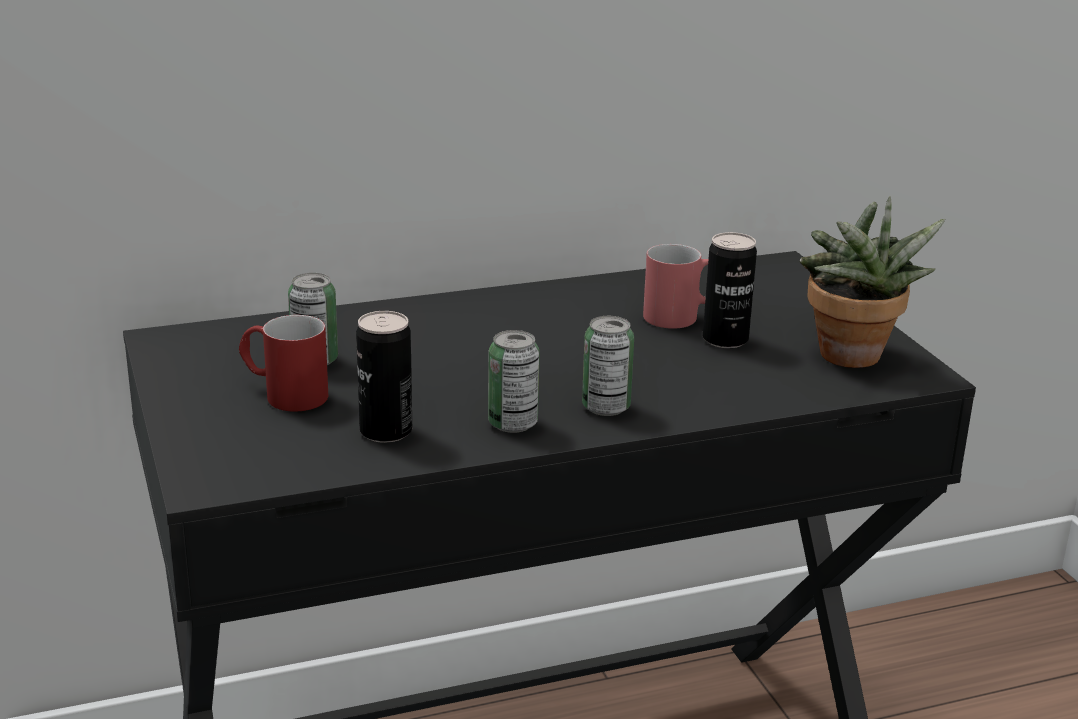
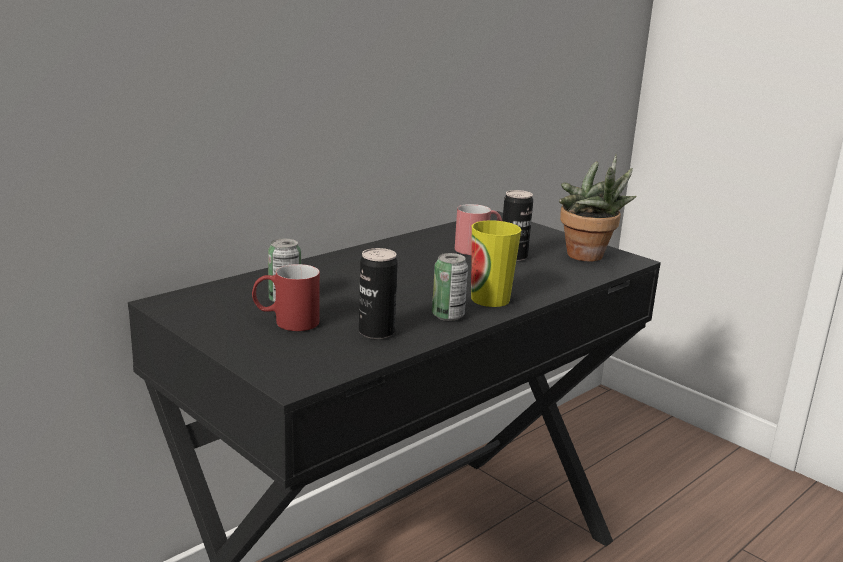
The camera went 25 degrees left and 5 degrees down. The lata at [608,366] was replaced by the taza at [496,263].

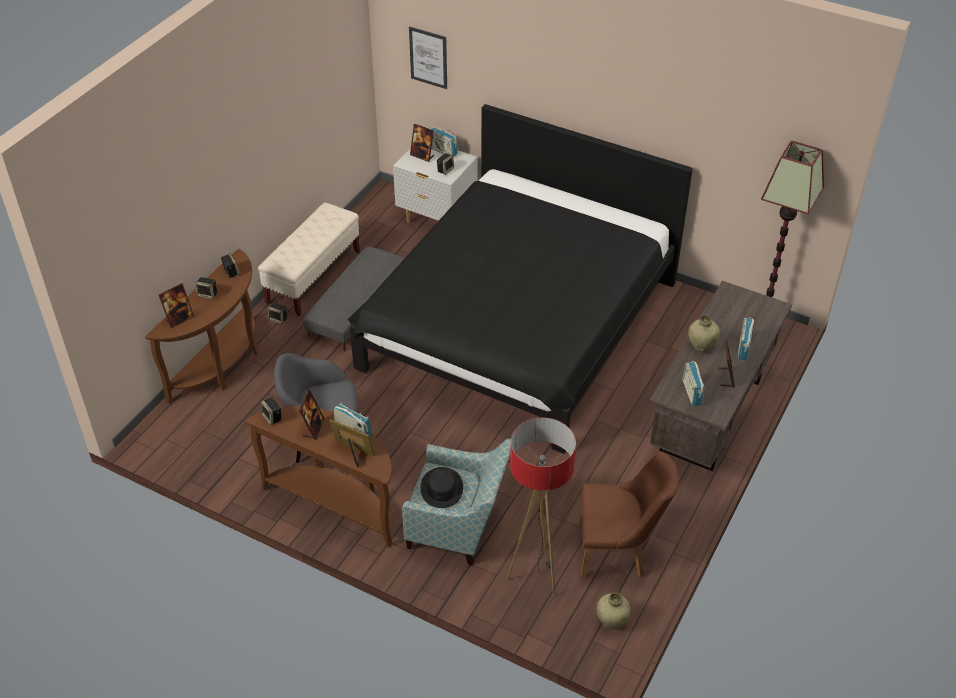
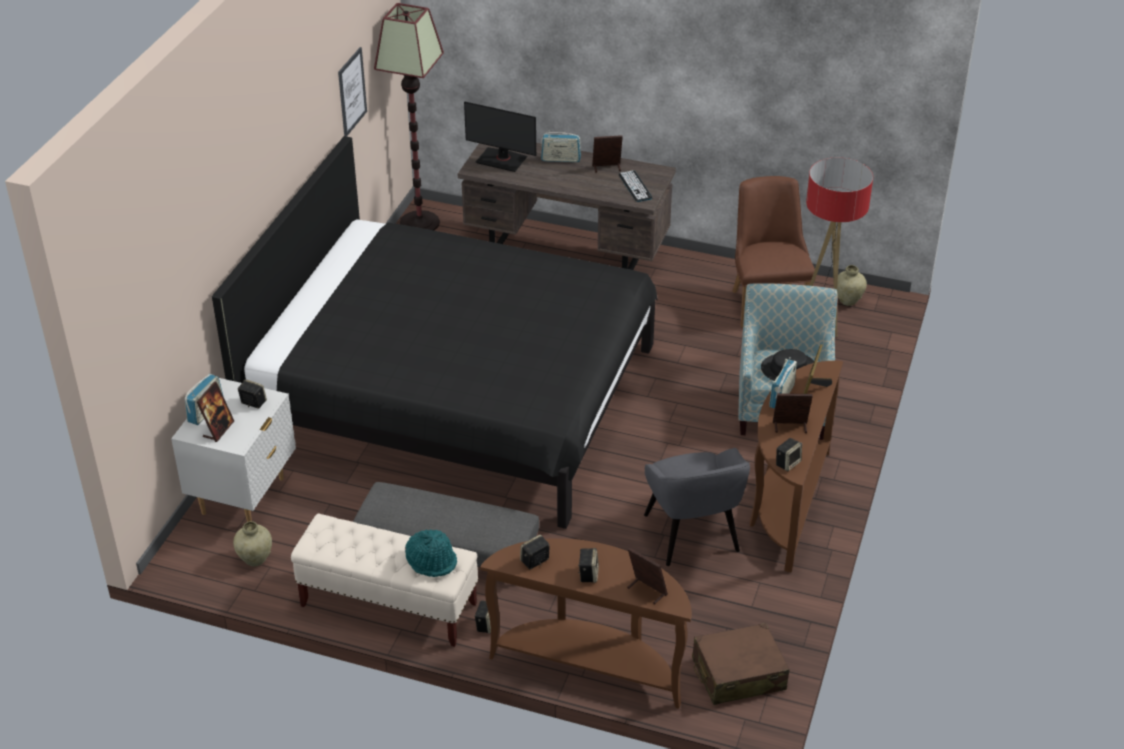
The camera went 100 degrees left and 5 degrees down. The florero [beis] moved from [704,333] to [252,544]. The cuadro moved from [428,57] to [352,92]. The sombrero [turquesa] at [431,553] appeared. The monitor at [500,136] appeared. The radio at [693,383] was replaced by the teclado at [635,186]. The maleta [marrón] at [741,664] appeared.

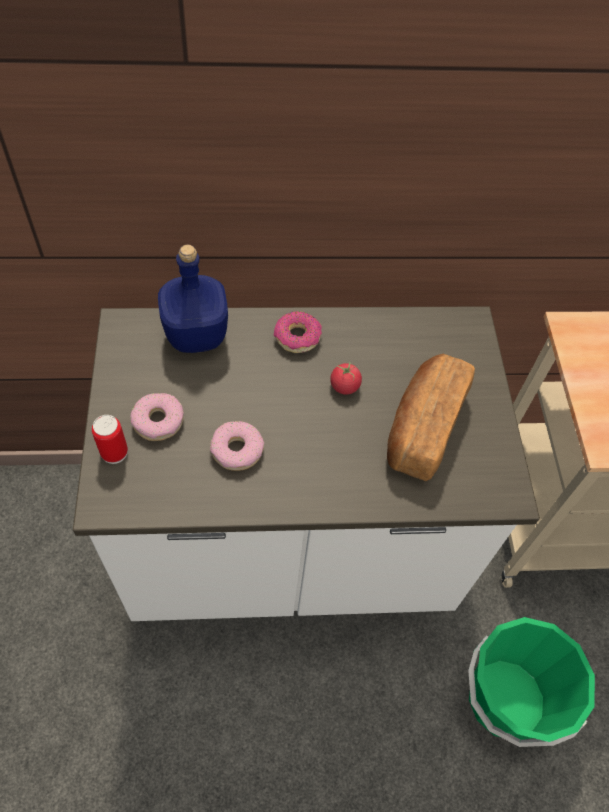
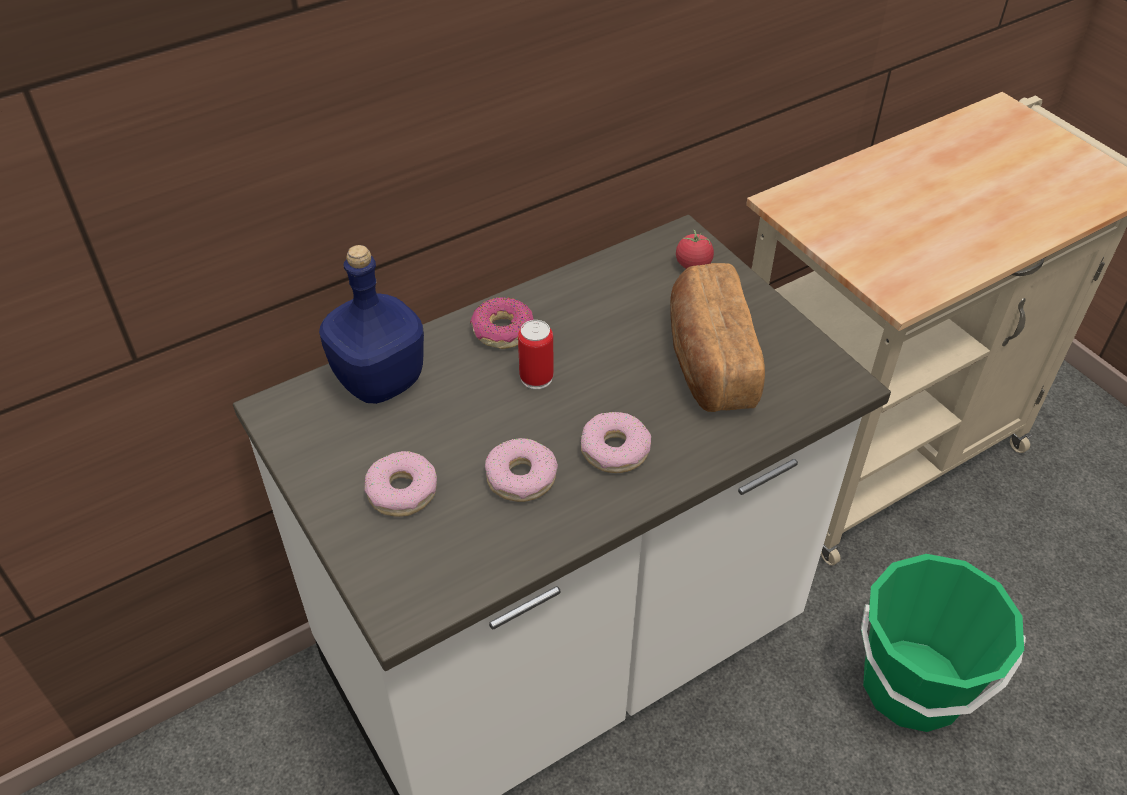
The camera went 25 degrees left and 10 degrees down. The lata moved from [110,439] to [536,354]. The rosquilla at [616,442] appeared. The tomate moved from [346,379] to [695,249].

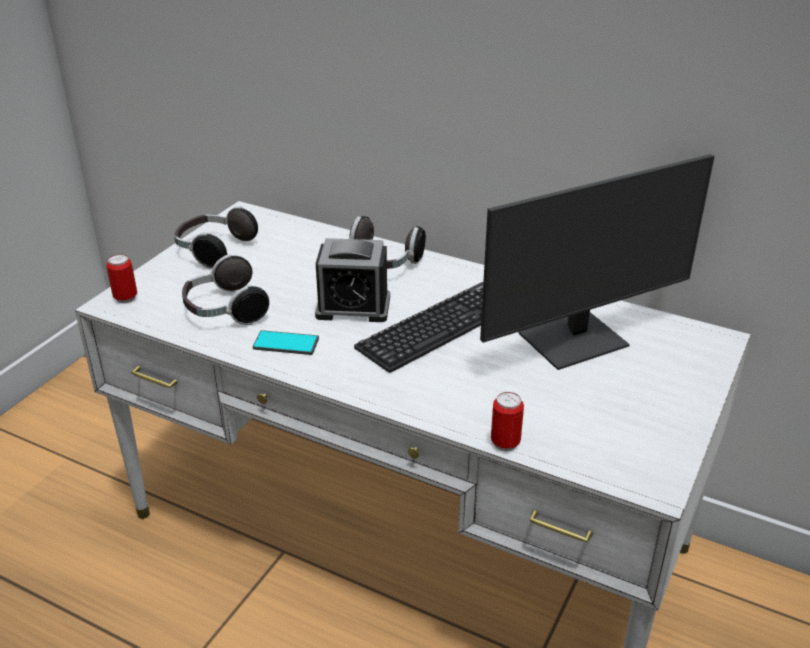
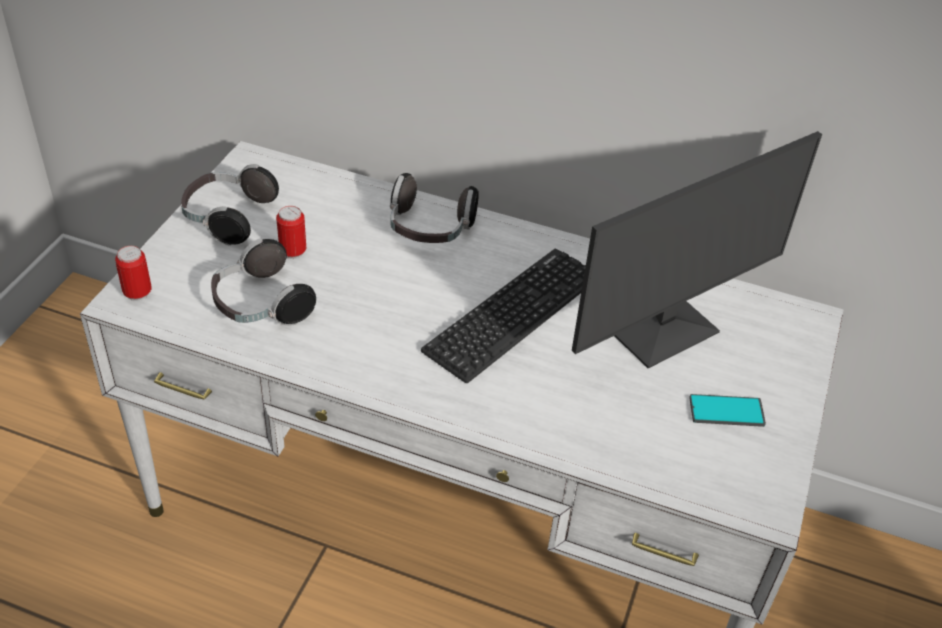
The camera went 10 degrees left and 10 degrees up. The lata moved from [507,421] to [291,232]. The móvil moved from [286,342] to [727,410]. The despertador at [352,280] disappeared.

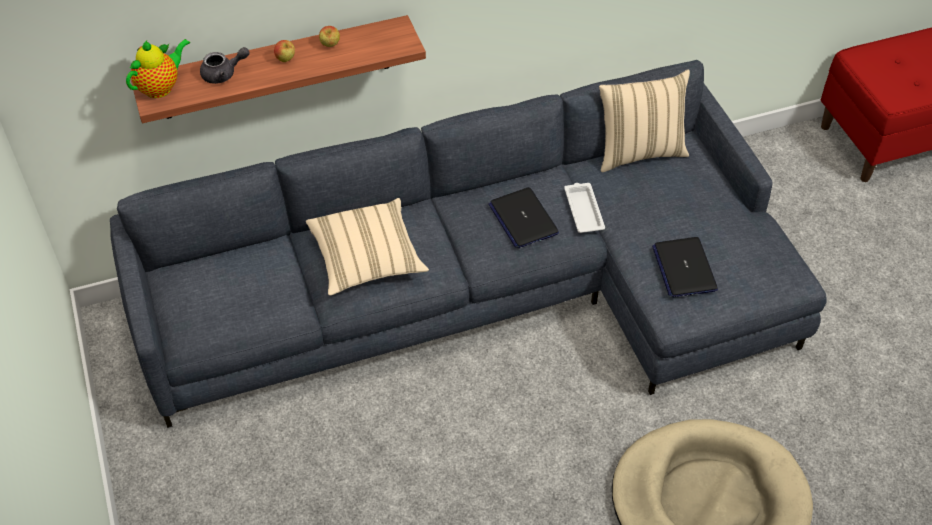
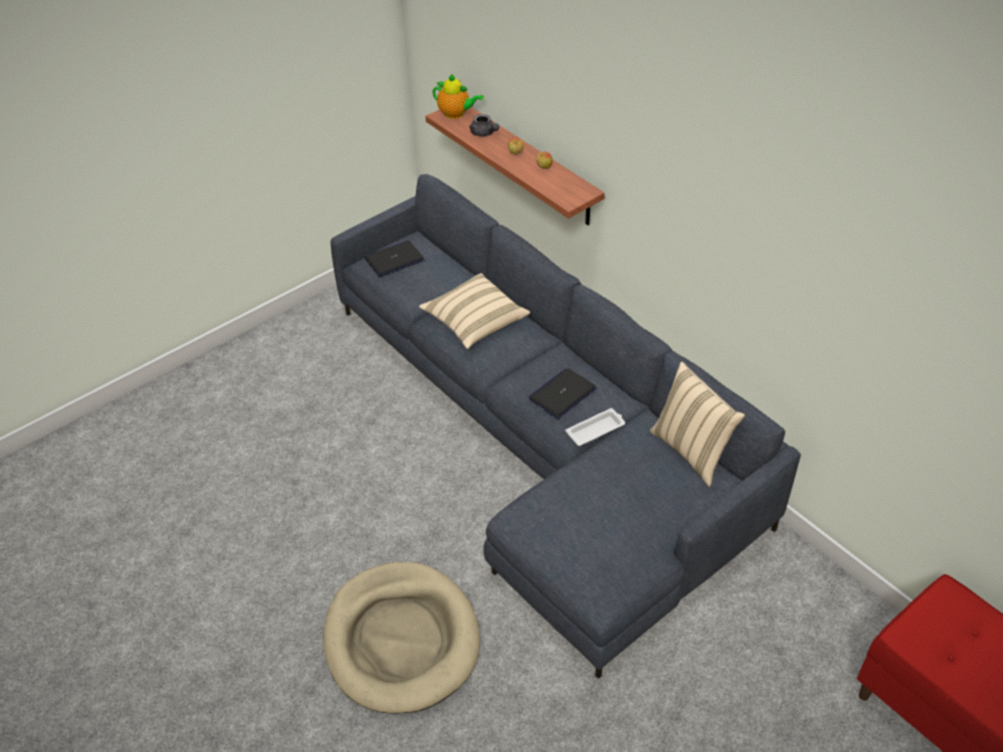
The camera went 70 degrees right and 5 degrees down. The portátil moved from [685,267] to [394,258].

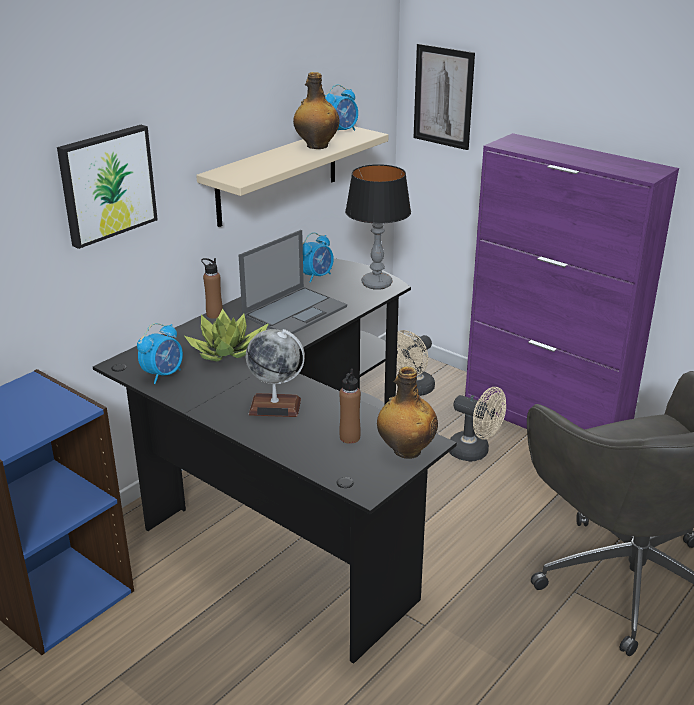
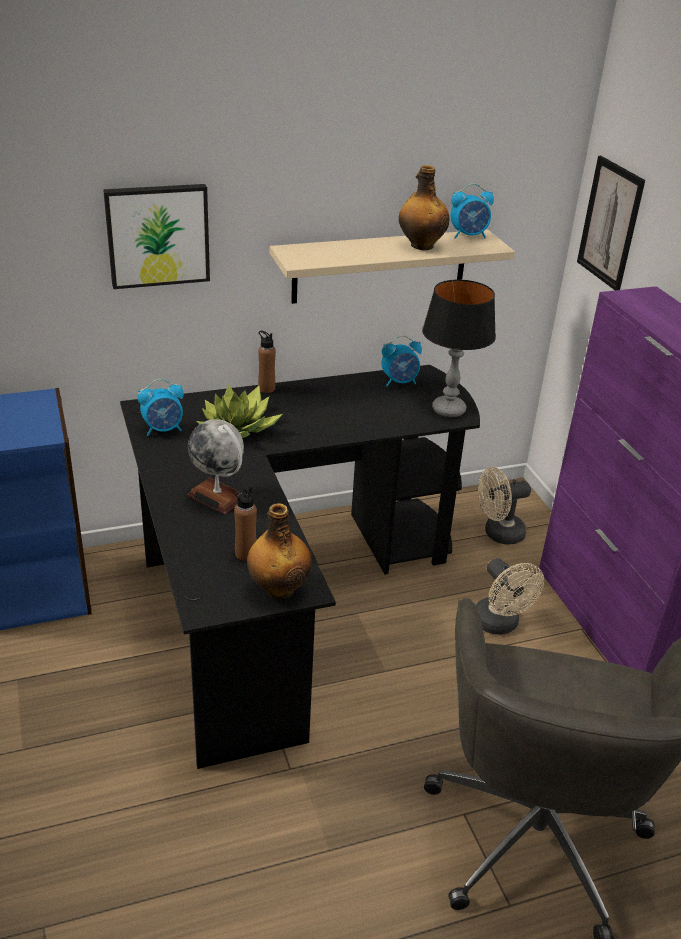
The camera went 30 degrees right and 5 degrees up. The portátil at [293,282] disappeared.

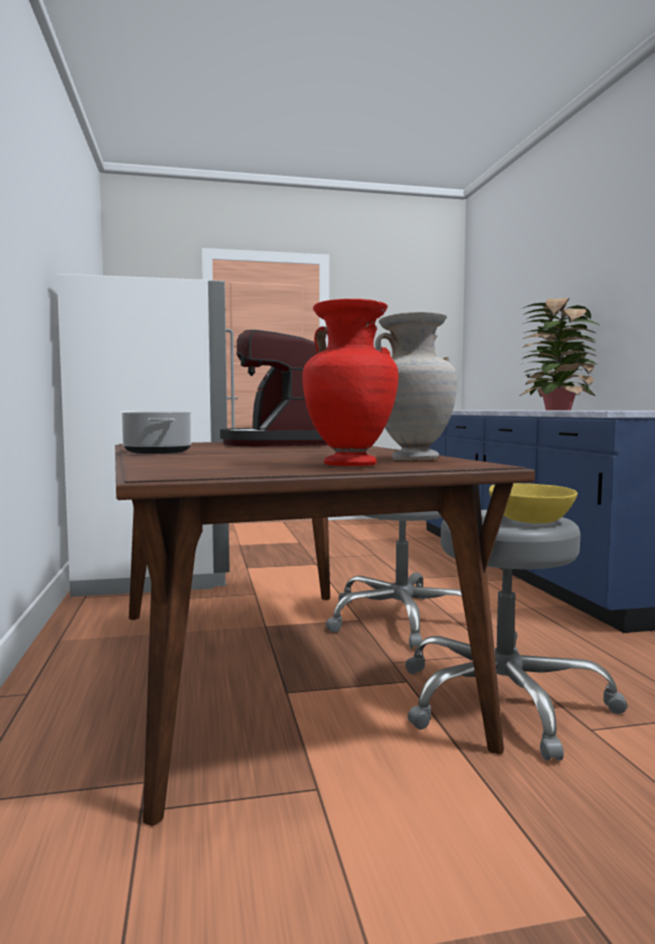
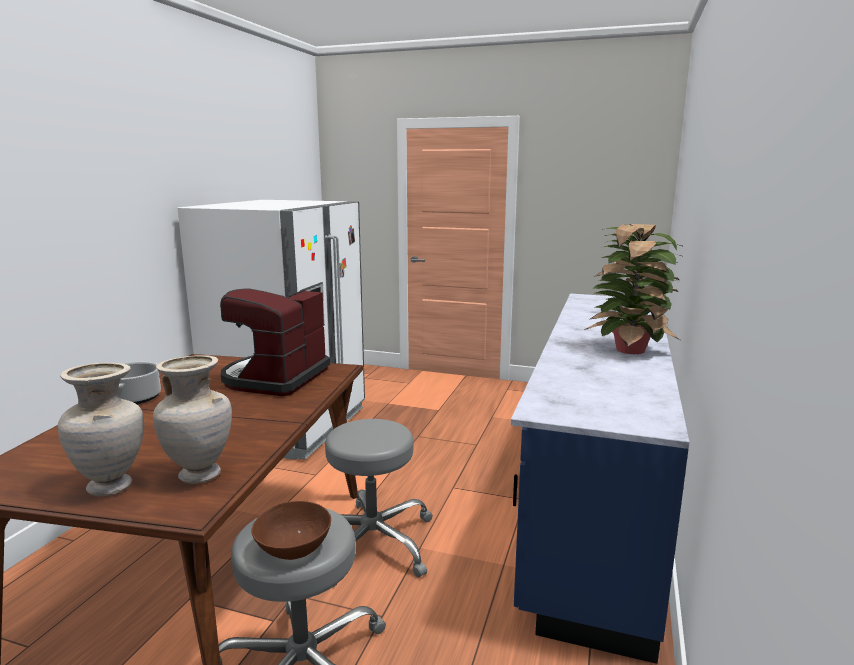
The camera went 30 degrees right and 10 degrees up. The florero [rojo] at [350,382] became the florero [beis] at [101,429]. The cuenco [amarillo] at [533,503] became the cuenco [marrón] at [291,530].

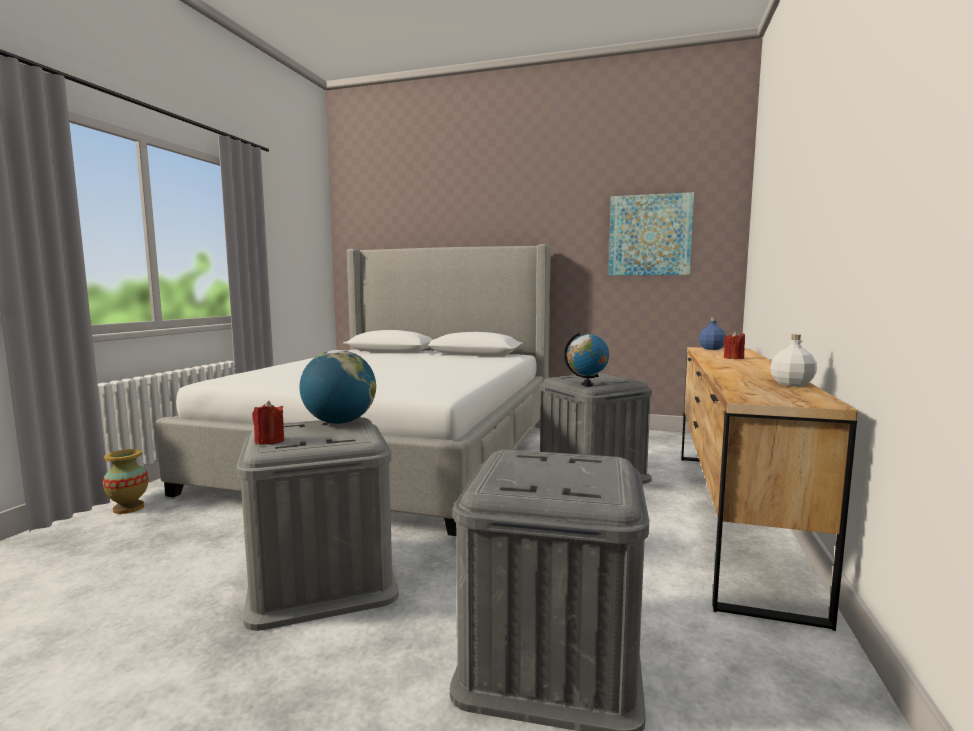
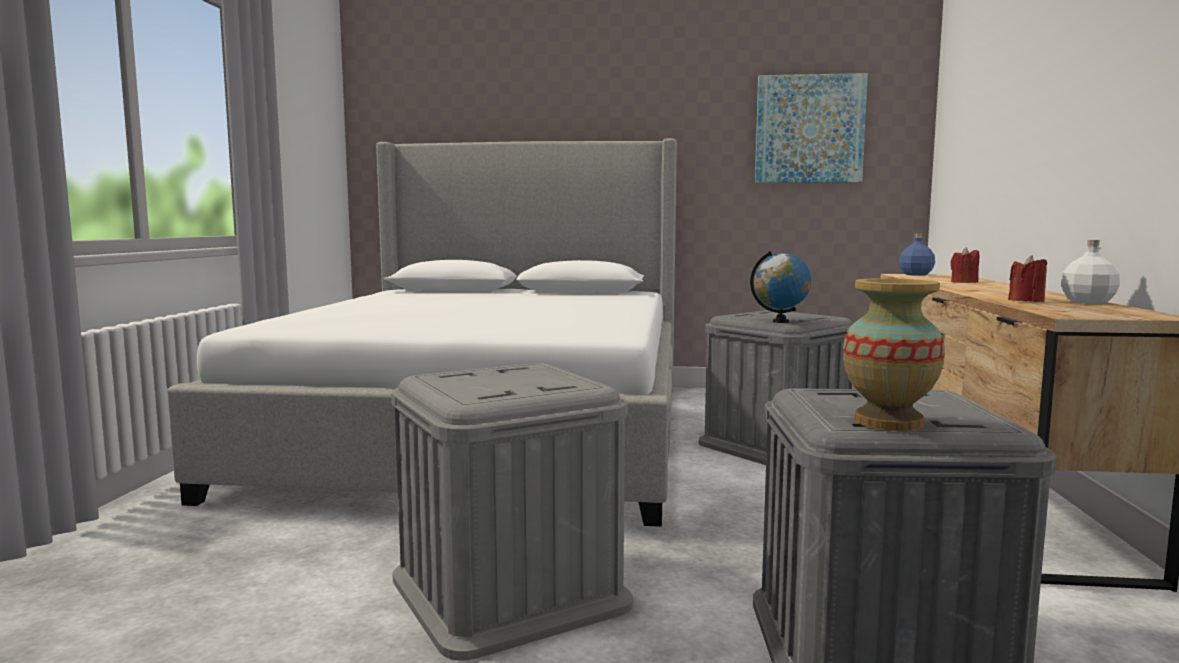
The camera went 10 degrees left and 0 degrees up. The florero moved from [126,481] to [894,354]. The vela [rojo] moved from [268,423] to [1027,278]. The globo terráqueo at [337,387] disappeared.

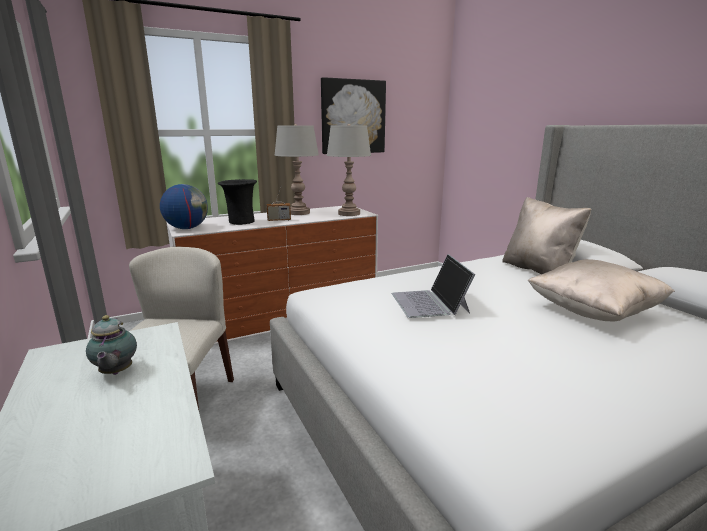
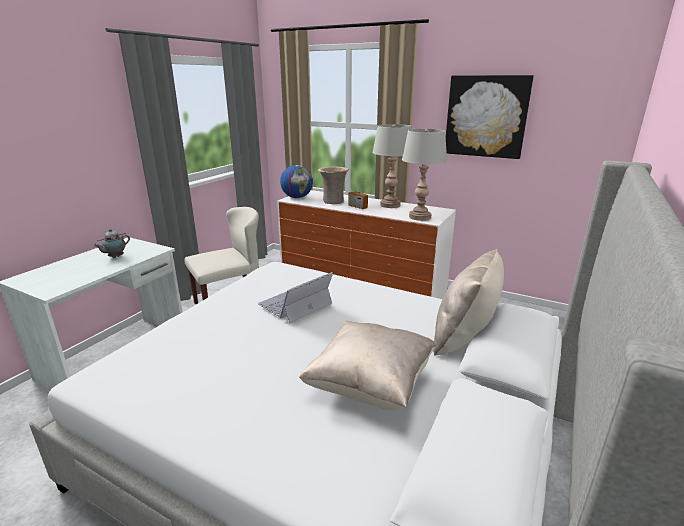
The camera went 55 degrees right and 5 degrees up. The florero [negro] at [237,202] became the florero [beis] at [333,185].

